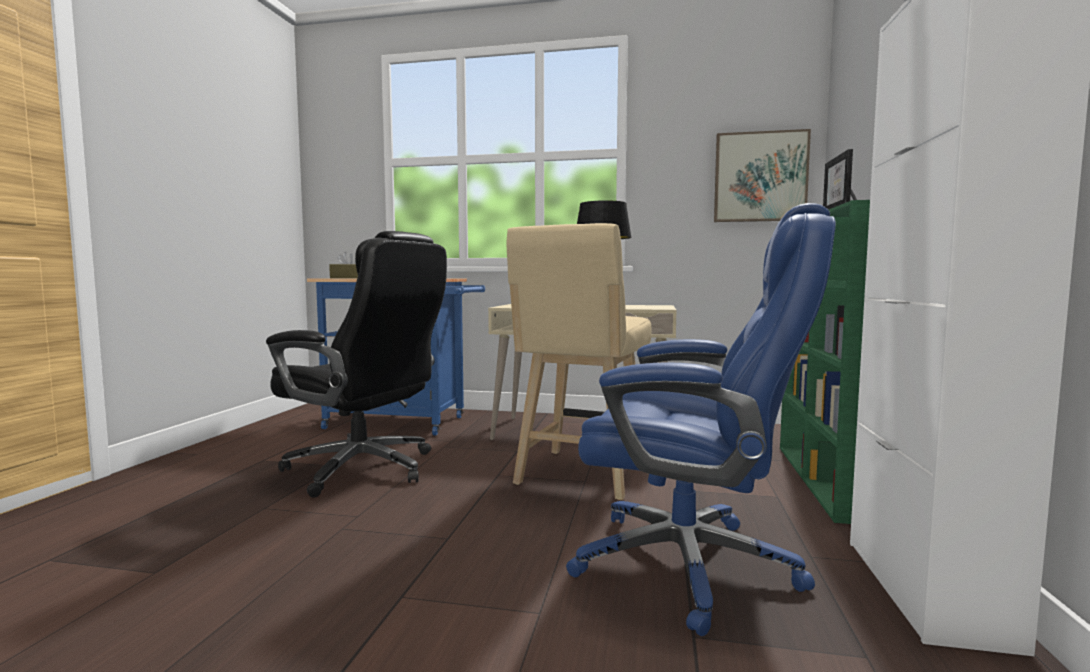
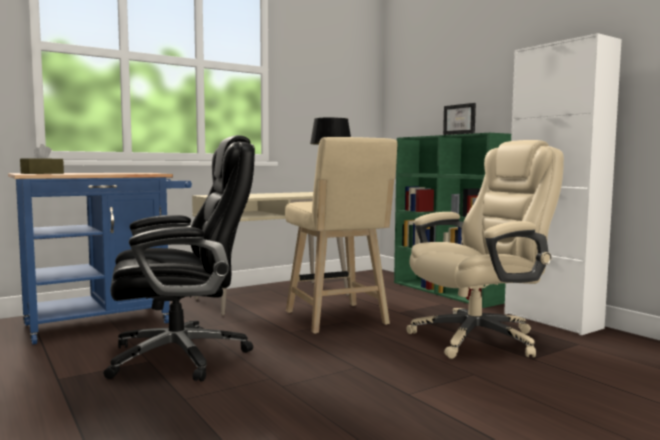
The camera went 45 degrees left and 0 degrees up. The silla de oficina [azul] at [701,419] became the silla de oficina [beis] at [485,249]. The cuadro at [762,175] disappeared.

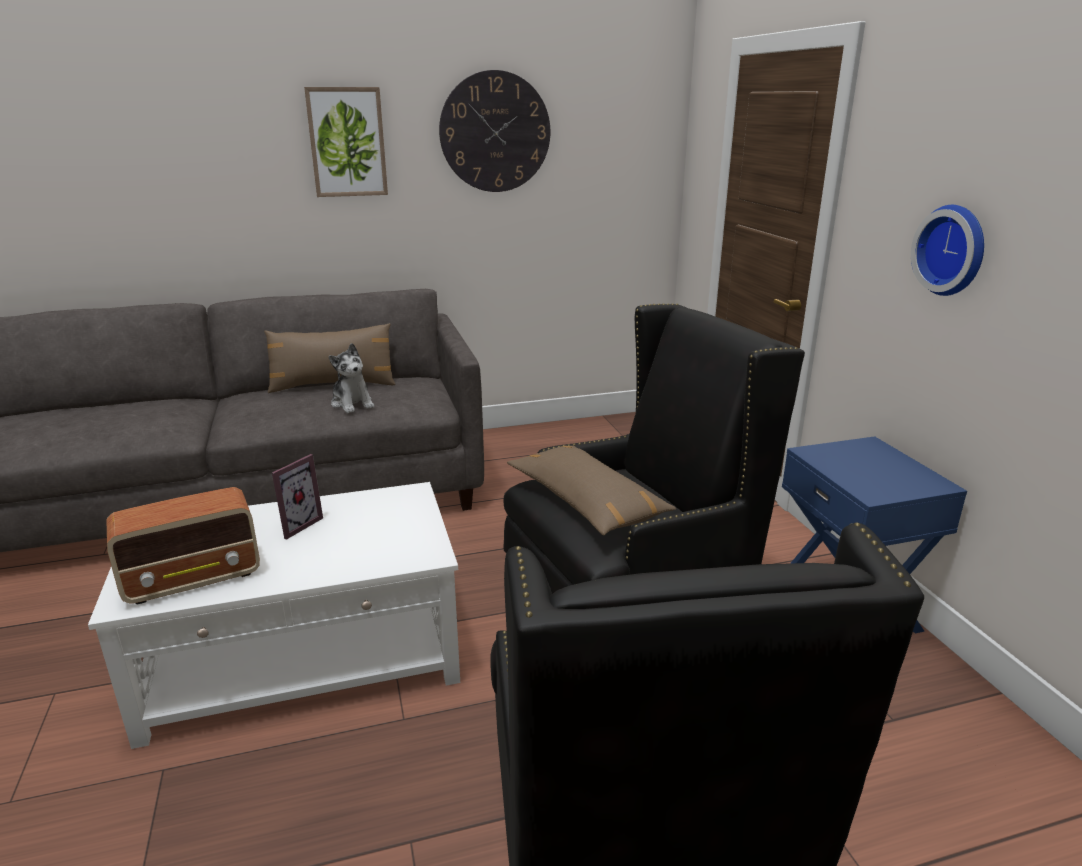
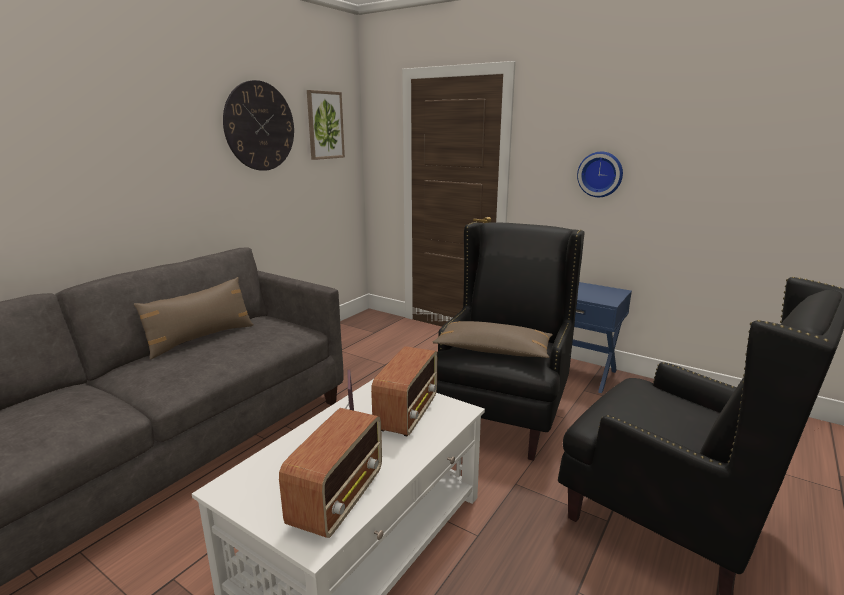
The camera went 40 degrees left and 5 degrees down. The cuadro moved from [346,142] to [326,125]. The radio at [404,391] appeared. The peluche at [351,378] disappeared.

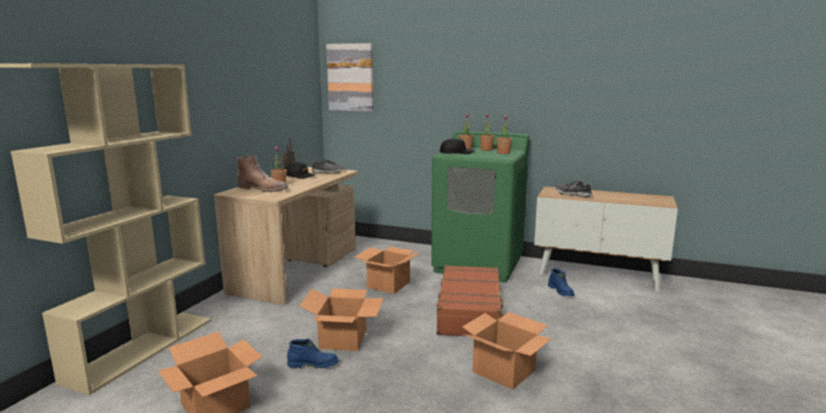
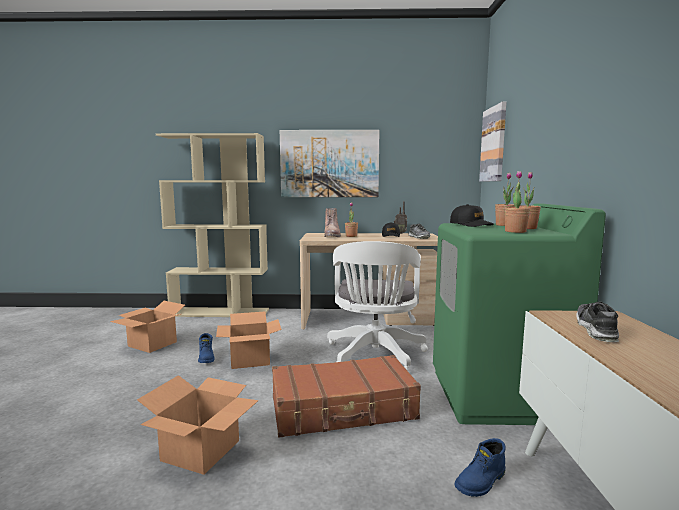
The camera went 70 degrees right and 5 degrees down. The cuadro at [329,163] appeared. The caja de cartón at [388,270] was replaced by the silla de oficina [blanco] at [377,305].

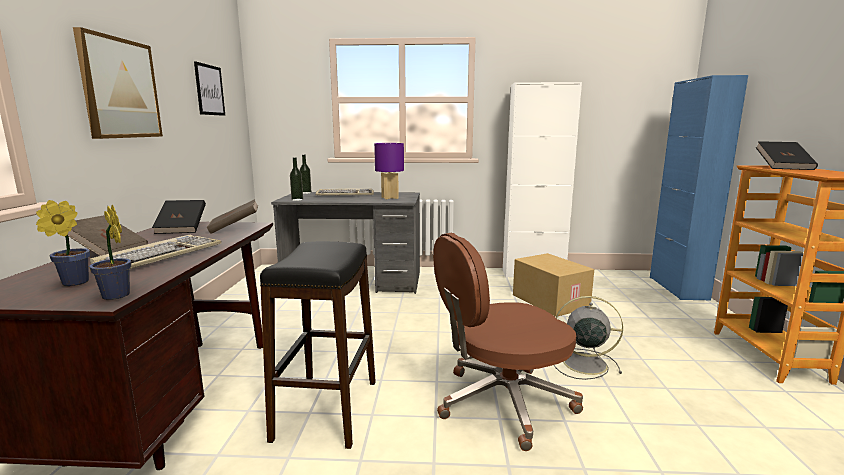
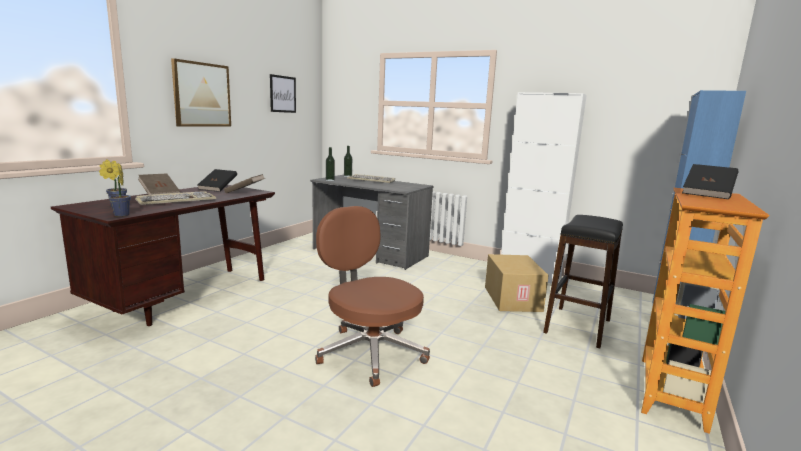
The camera went 25 degrees right and 0 degrees up. The silla de oficina [marrón] at [508,342] turned 45 degrees clockwise. The taburete [negro] moved from [318,345] to [583,282]. The lámpara de mesa [morado] at [389,171] disappeared. The ventilador [gris] at [588,338] disappeared.

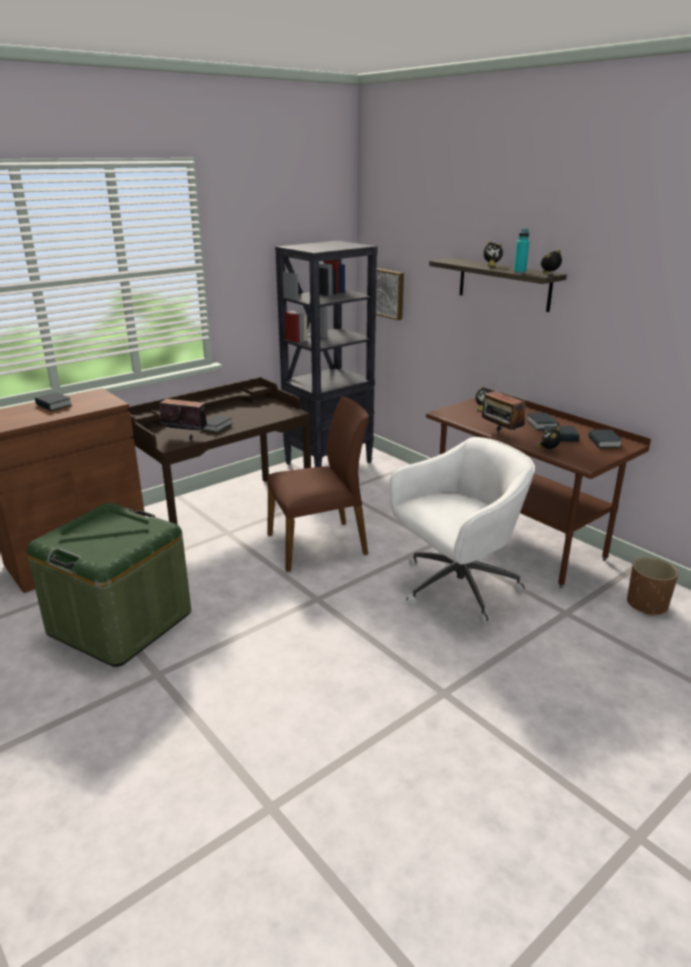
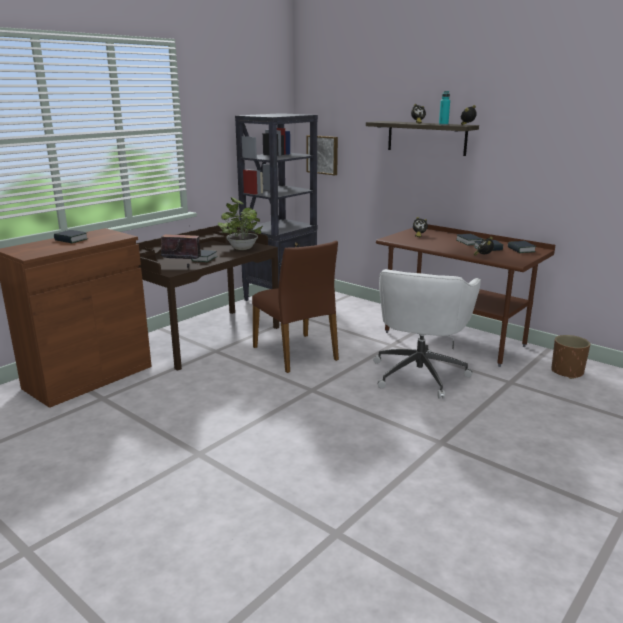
The camera went 10 degrees left and 5 degrees down. The planta en maceta at [240,223] appeared. The silla [marrón] at [318,484] turned 90 degrees clockwise. The silla de oficina [blanco] at [462,530] turned 150 degrees clockwise. The caja de almacenaje [verde] at [109,585] disappeared. The radio at [503,411] disappeared.

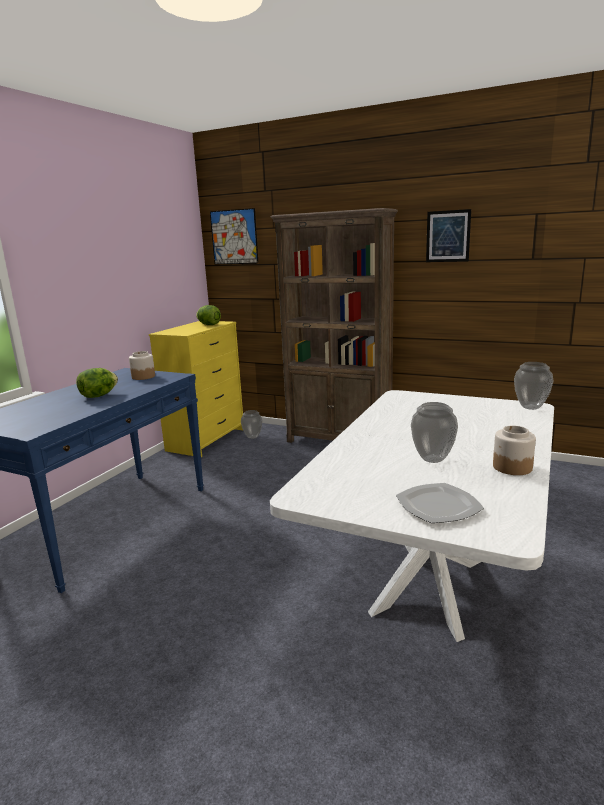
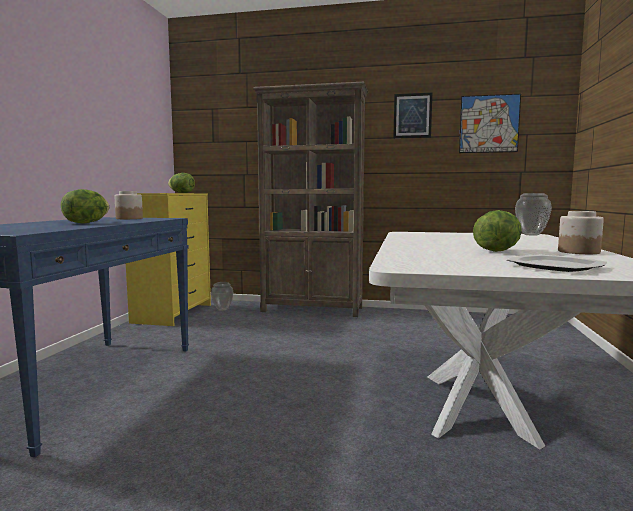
The camera went 15 degrees left and 10 degrees down. The cuadro moved from [234,236] to [490,123]. The florero at [434,432] was replaced by the lechuga at [497,231].

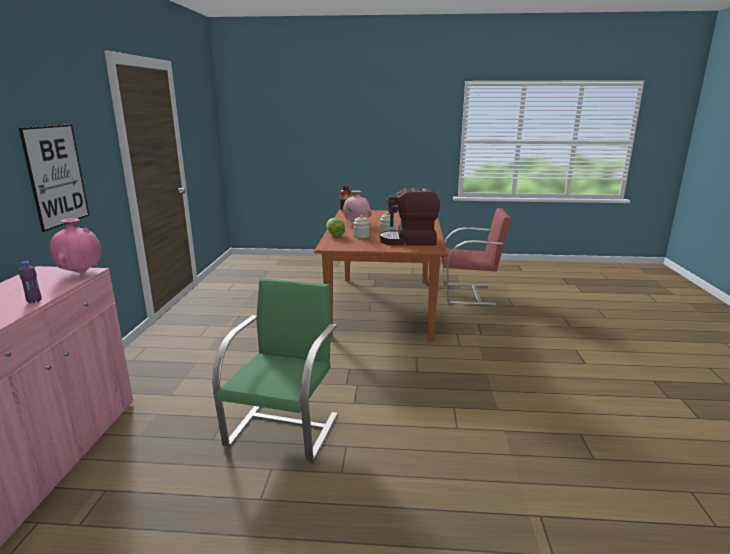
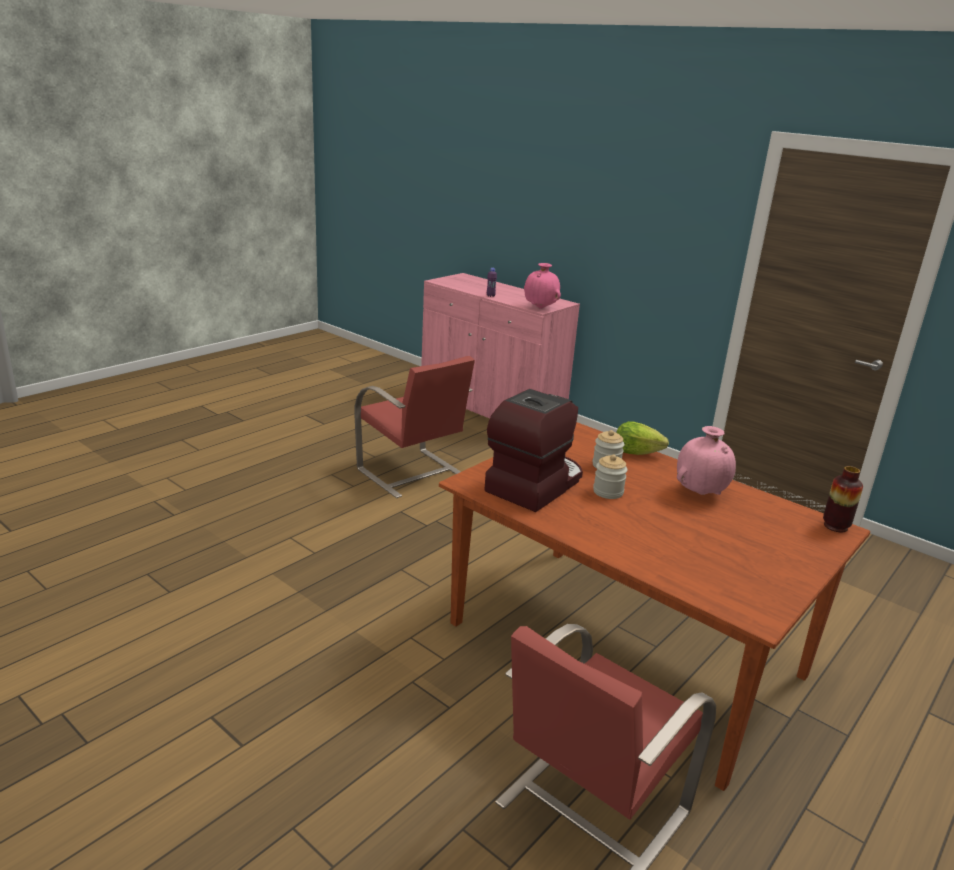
The camera went 125 degrees right and 5 degrees up. The silla [verde] at [275,370] became the silla [rojo] at [415,427]. The cuadro at [54,178] disappeared.

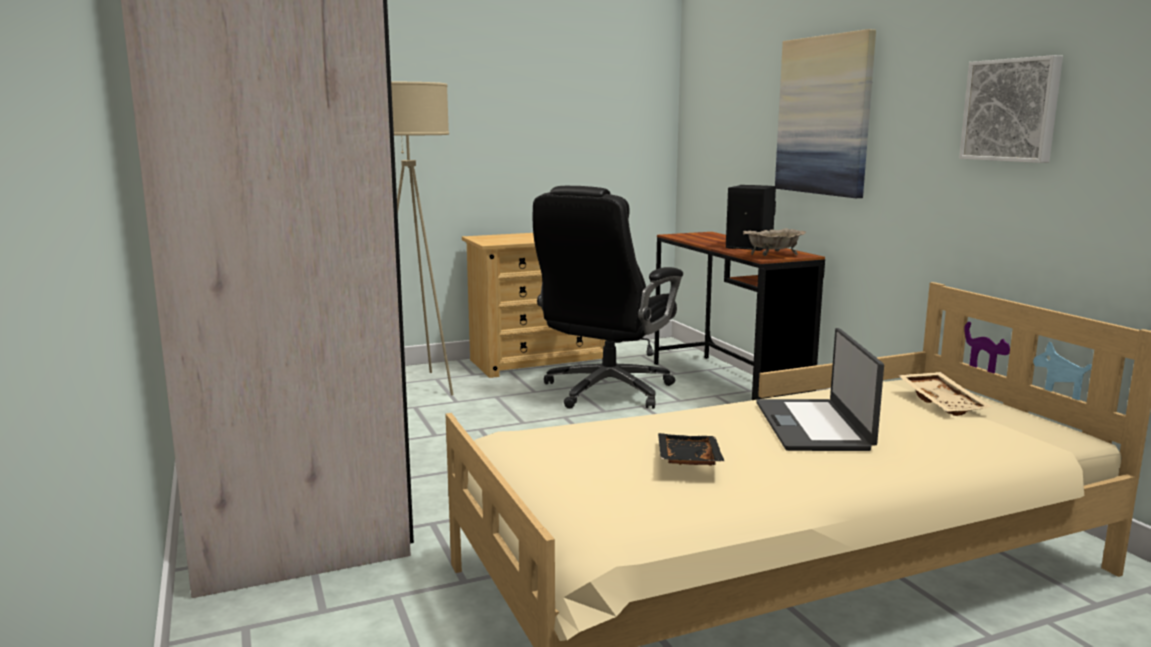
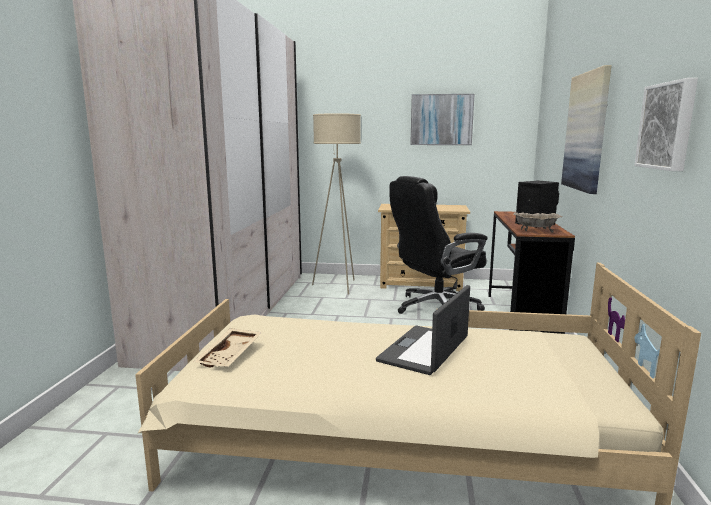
The camera went 30 degrees right and 0 degrees up. The bandeja [beis] moved from [945,394] to [227,347]. The cuadro at [442,119] appeared. The bandeja [negro] at [691,449] disappeared.

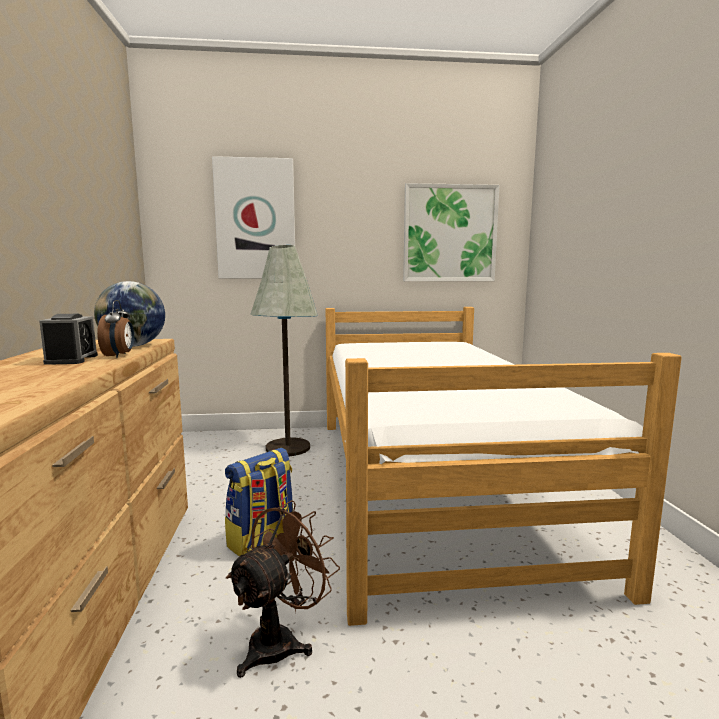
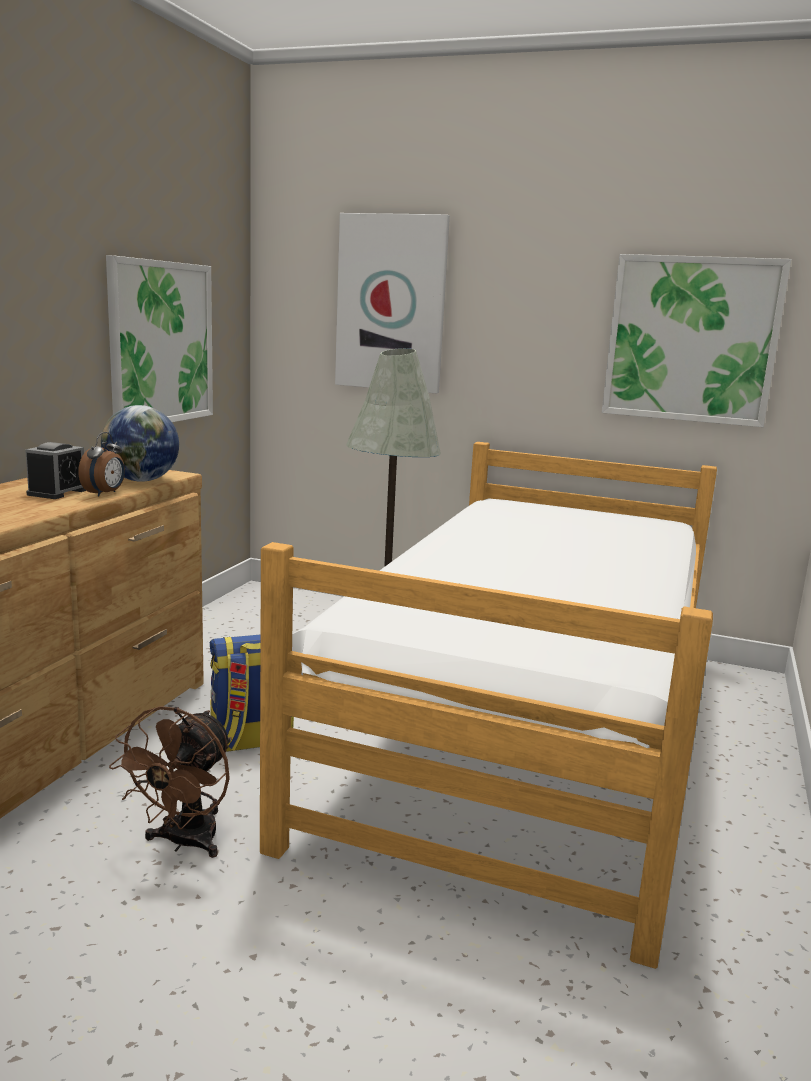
The camera went 25 degrees right and 5 degrees up. The cuadro at [159,338] appeared. The ventilador [marrón] at [283,589] turned 135 degrees clockwise.

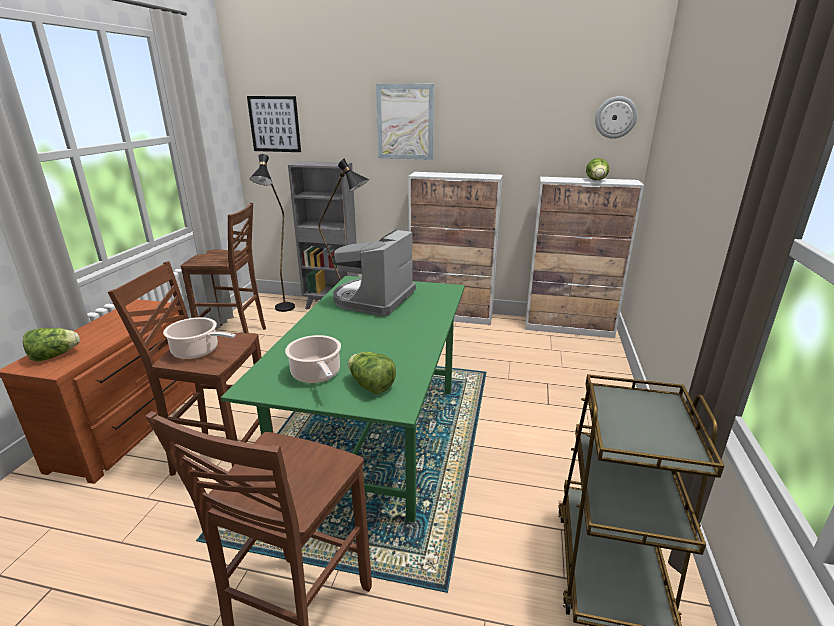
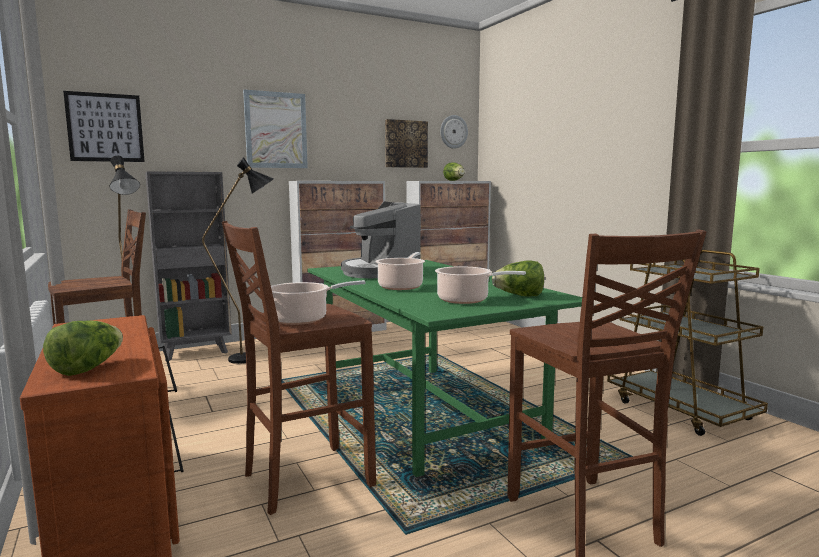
The camera went 40 degrees left and 15 degrees down. The olla at [400,271] appeared. The cuadro at [406,143] appeared.

